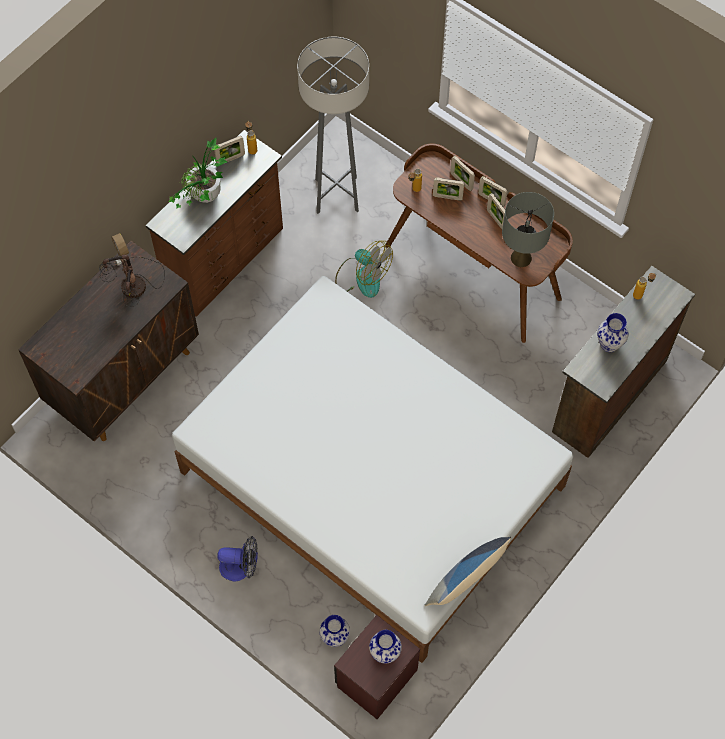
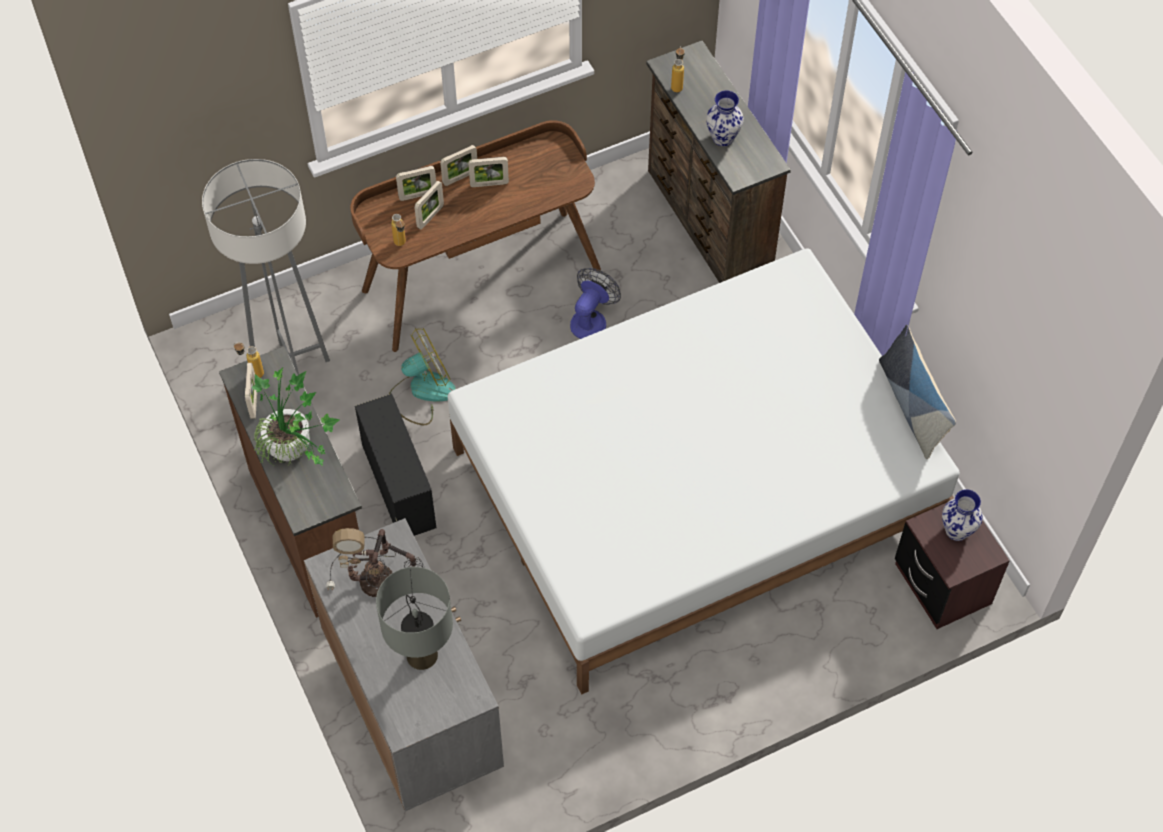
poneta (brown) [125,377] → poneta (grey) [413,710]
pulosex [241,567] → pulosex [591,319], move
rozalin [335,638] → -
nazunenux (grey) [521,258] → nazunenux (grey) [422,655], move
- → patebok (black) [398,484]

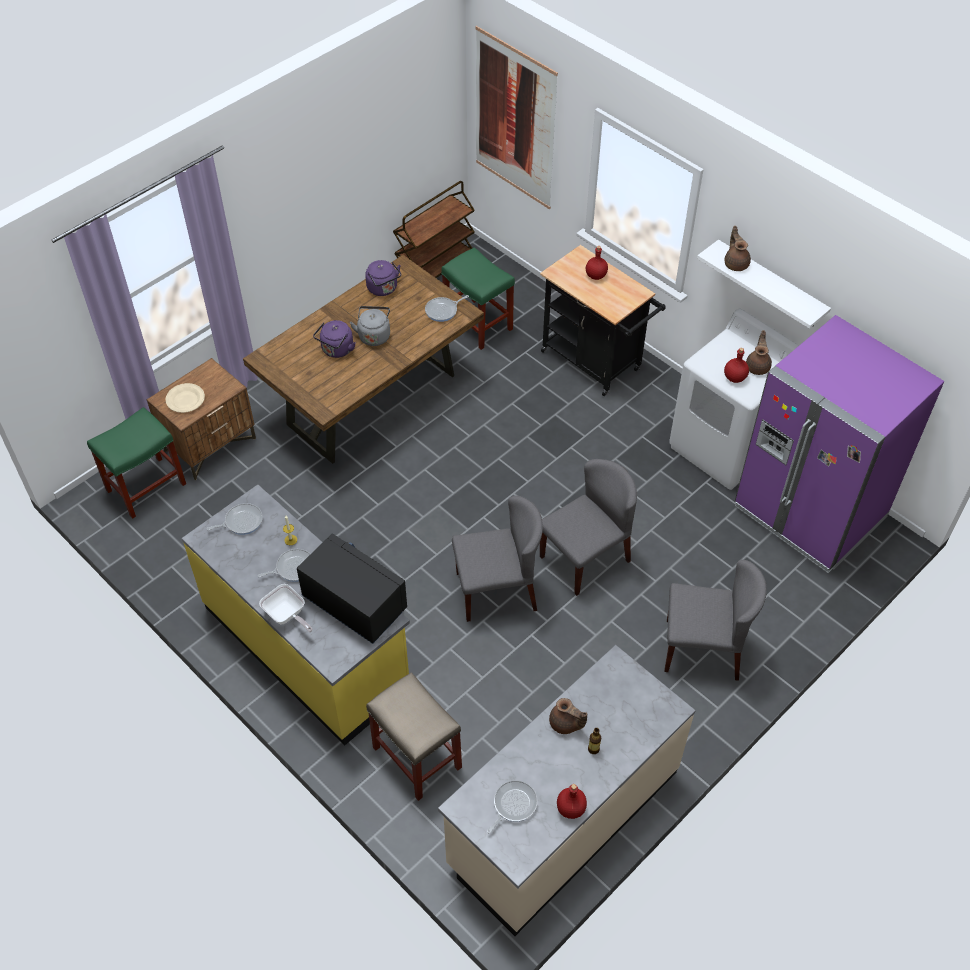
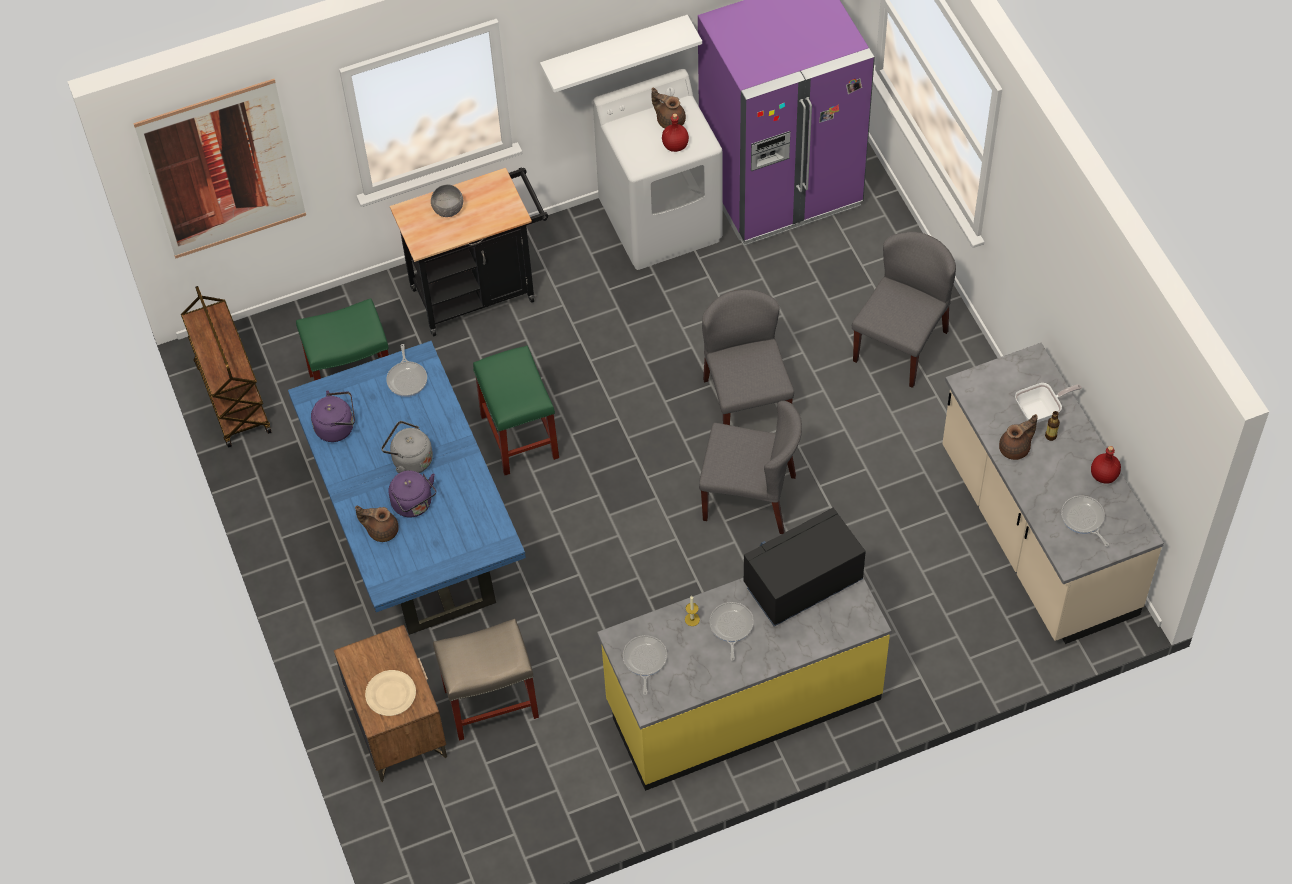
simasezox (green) [145,488] → simasezox (green) [520,437], move
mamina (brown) [372,399] → mamina (blue) [415,532]
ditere [287,616] → ditere [1041,411], move
simasezox (beige) [416,756] → simasezox (beige) [489,703], move
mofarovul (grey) [497,590] → mofarovul (grey) [750,498], 90 degrees clockwise
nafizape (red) [596,276] → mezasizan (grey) [449,210]
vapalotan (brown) [736,263] → vapalotan (brown) [381,530], move

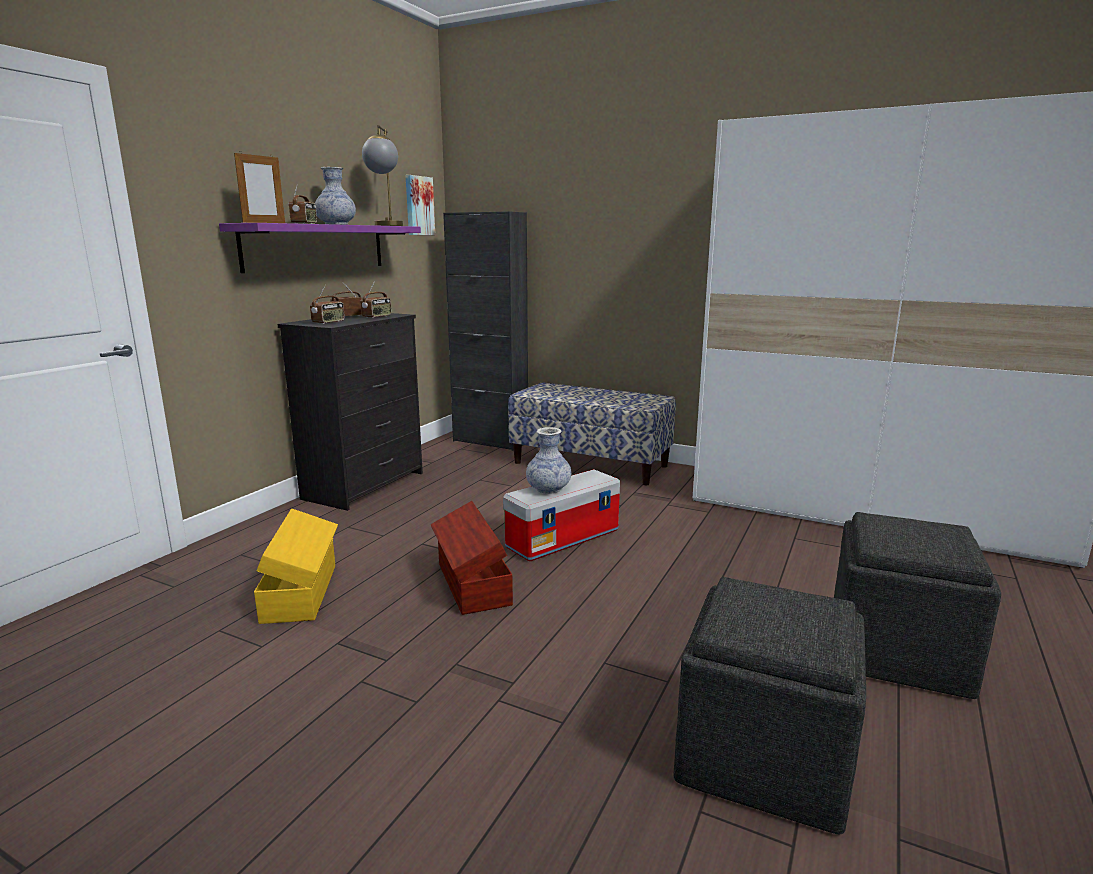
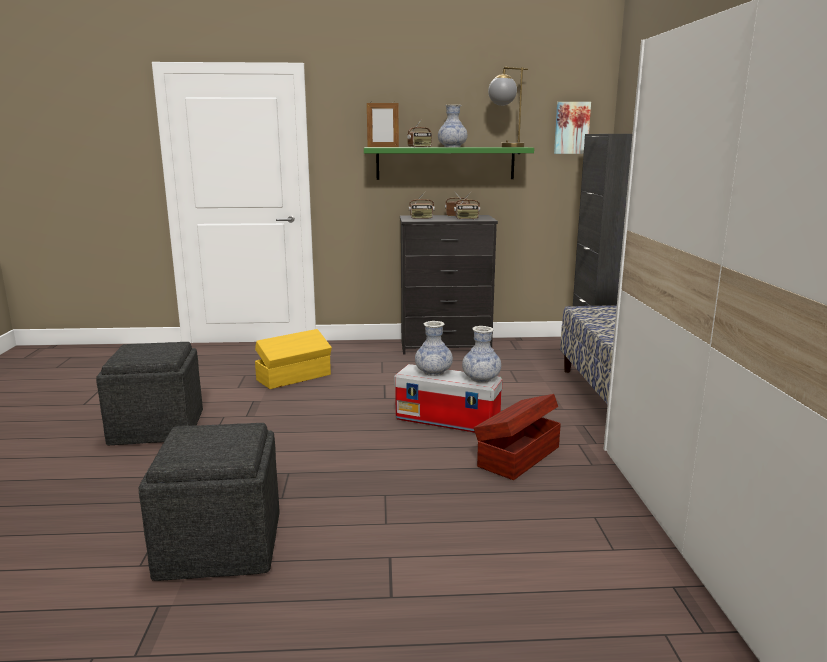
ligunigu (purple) [316,247] → ligunigu (green) [445,163]
patebok (brown) [472,584] → patebok (brown) [517,456], move
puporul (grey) [895,650] → puporul (grey) [158,427], move
- → rozalin [481,379]

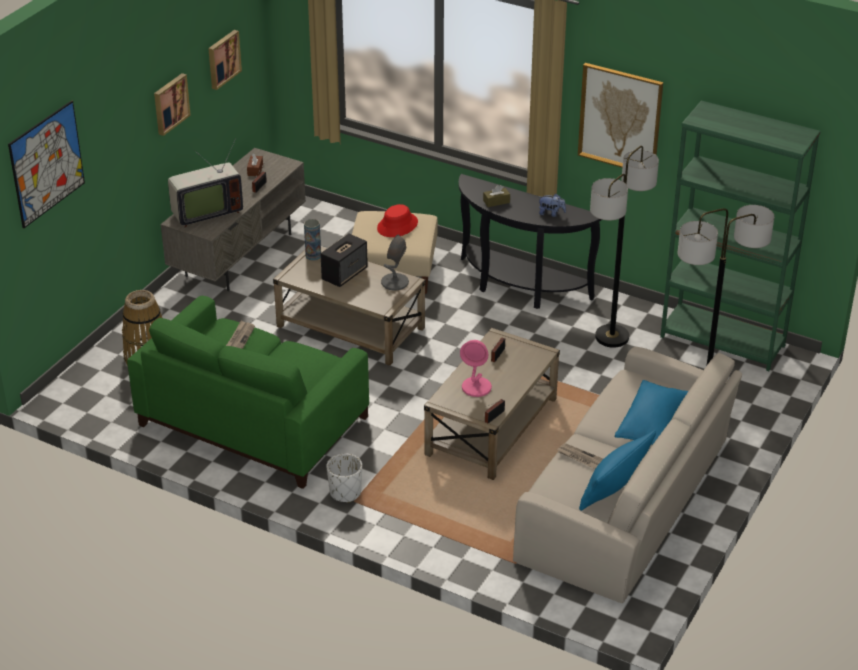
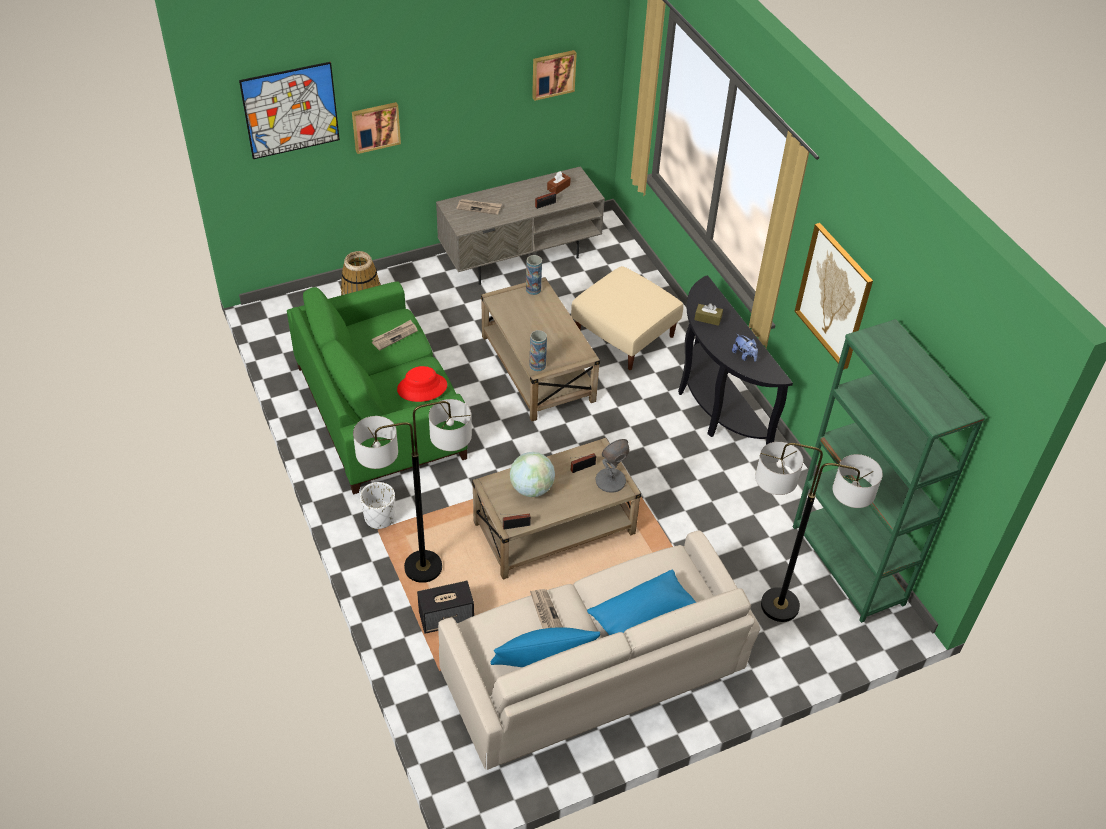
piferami [170,103] → piferami [375,126], move
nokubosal [205,212] → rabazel [479,207]
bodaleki [345,274] → bodaleki [447,618], move
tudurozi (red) [397,225] → tudurozi (red) [422,388], move
nazunenux (grey) [395,282] → nazunenux (grey) [610,481], move
nazunenux (pink) [476,387] → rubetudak [532,488]
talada [611,337] → talada [423,567], move
- → rozalin [537,365]

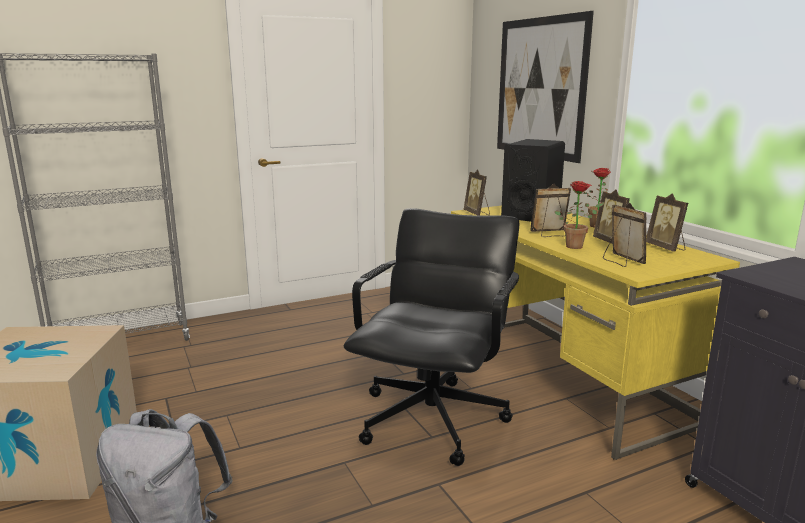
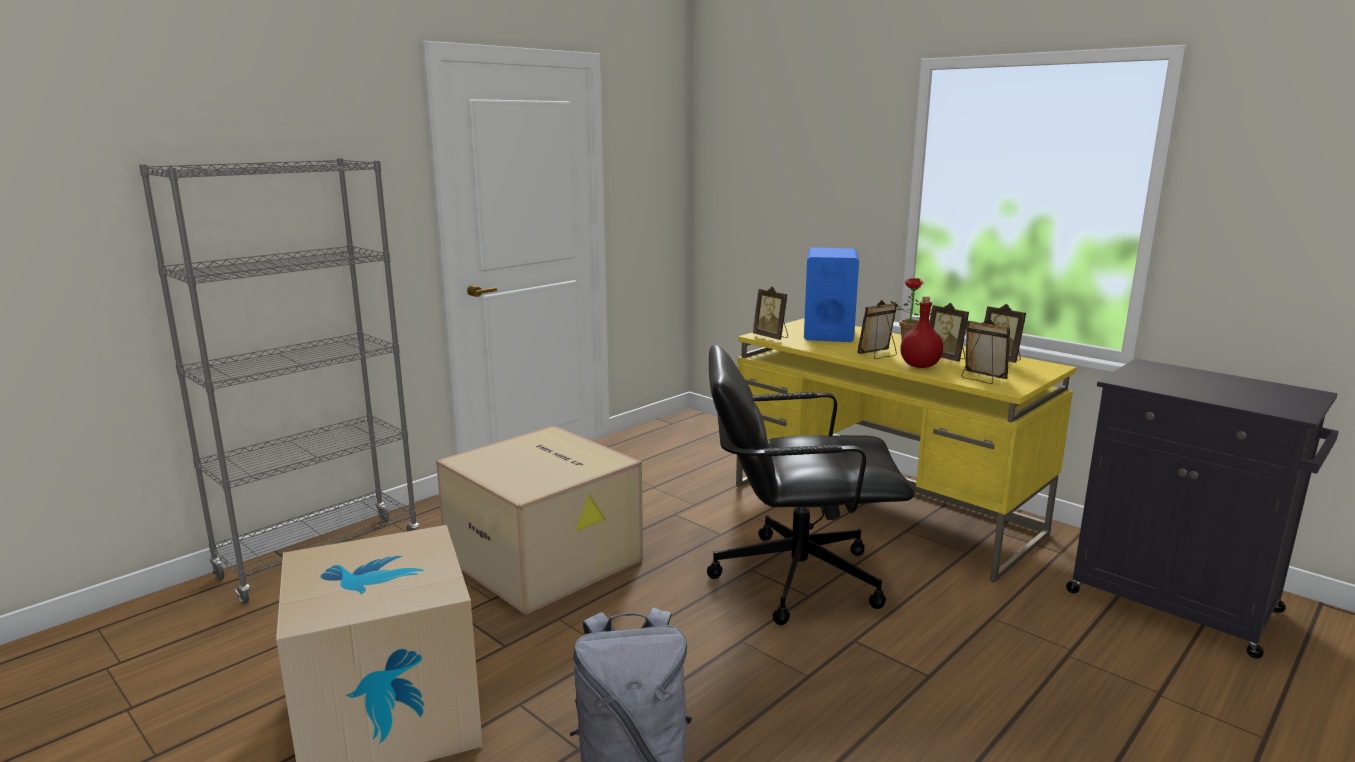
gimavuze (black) [433,419] → gimavuze (black) [795,577], 90 degrees counterclockwise
piferami [540,88] → -
bodaleki (black) [531,214] → bodaleki (blue) [828,333]
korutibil [577,246] → nafizape (red) [920,366]
- → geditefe [547,559]

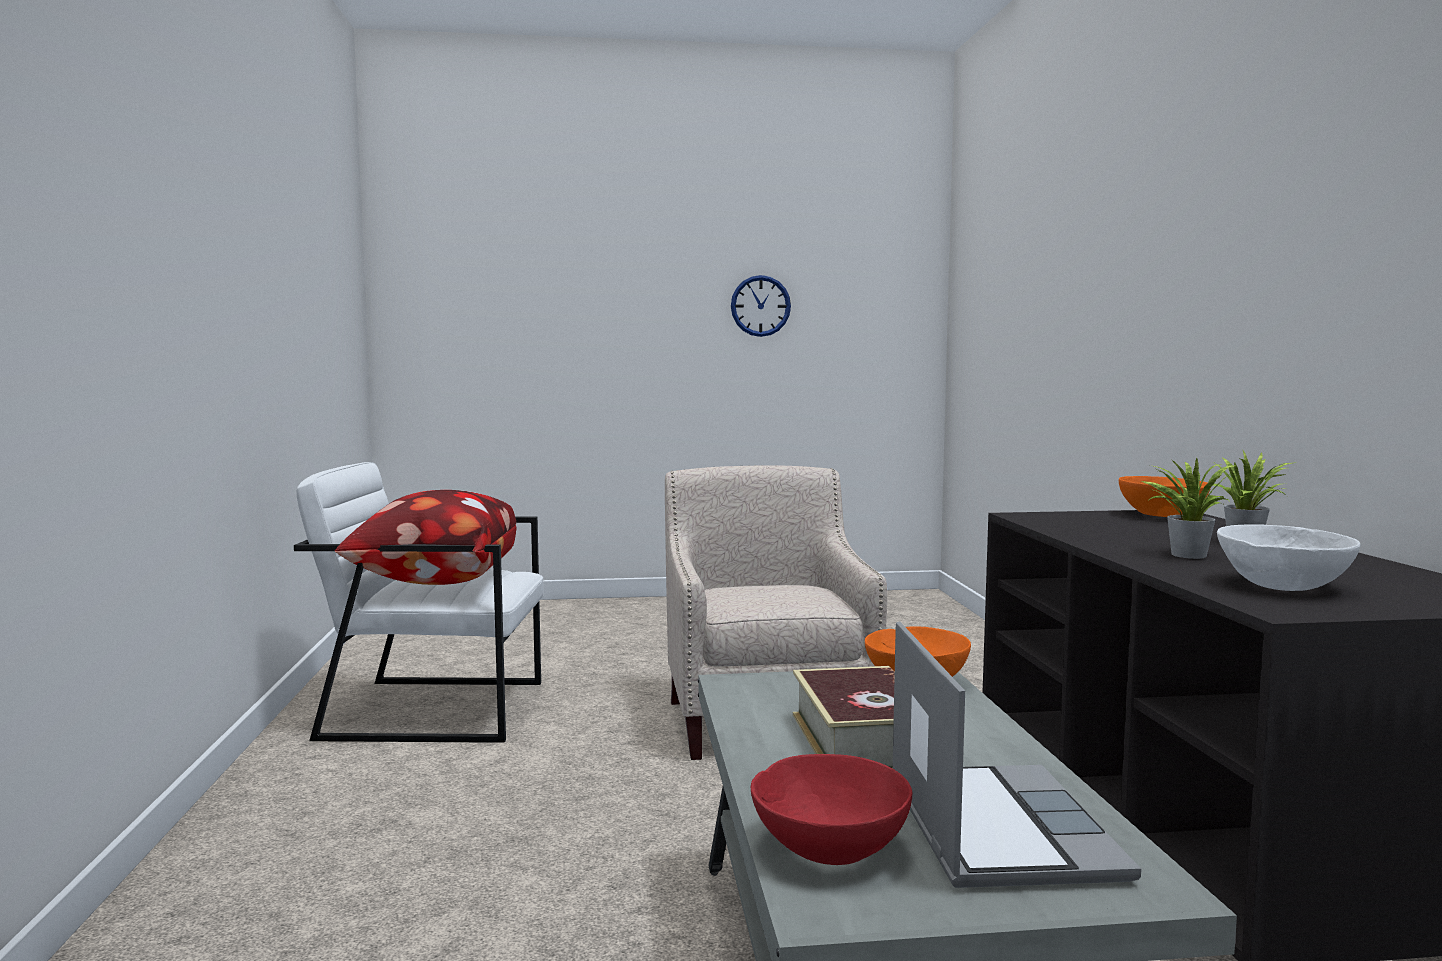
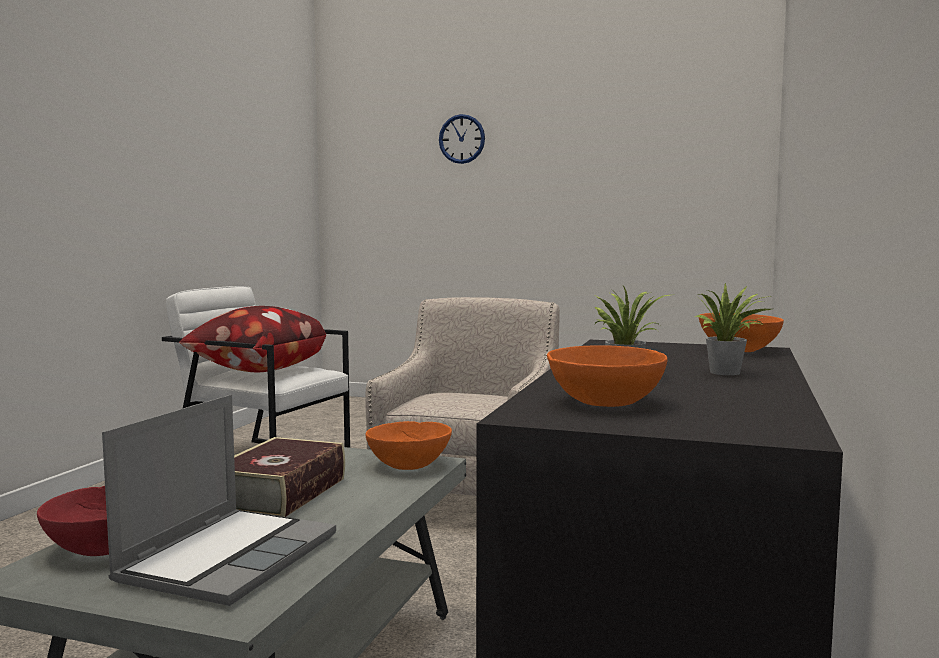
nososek [760,306] → nososek [462,139], move
mezasizan (white) [1283,586] → mezasizan (orange) [606,402]

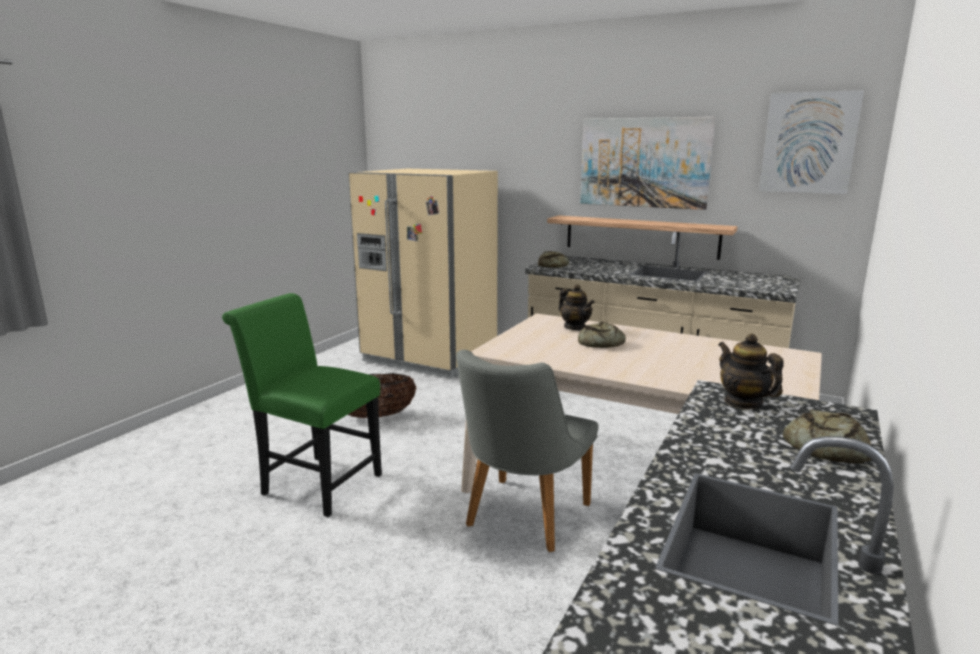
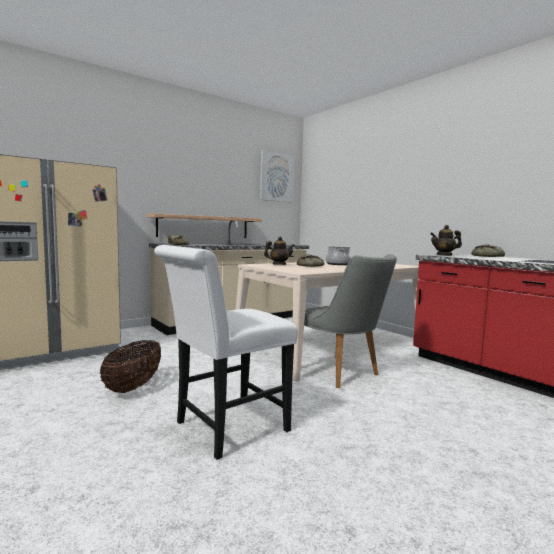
mofarovul (green) [315,482] → mofarovul (white) [225,429]
piferami [644,162] → -
- → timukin [338,264]

